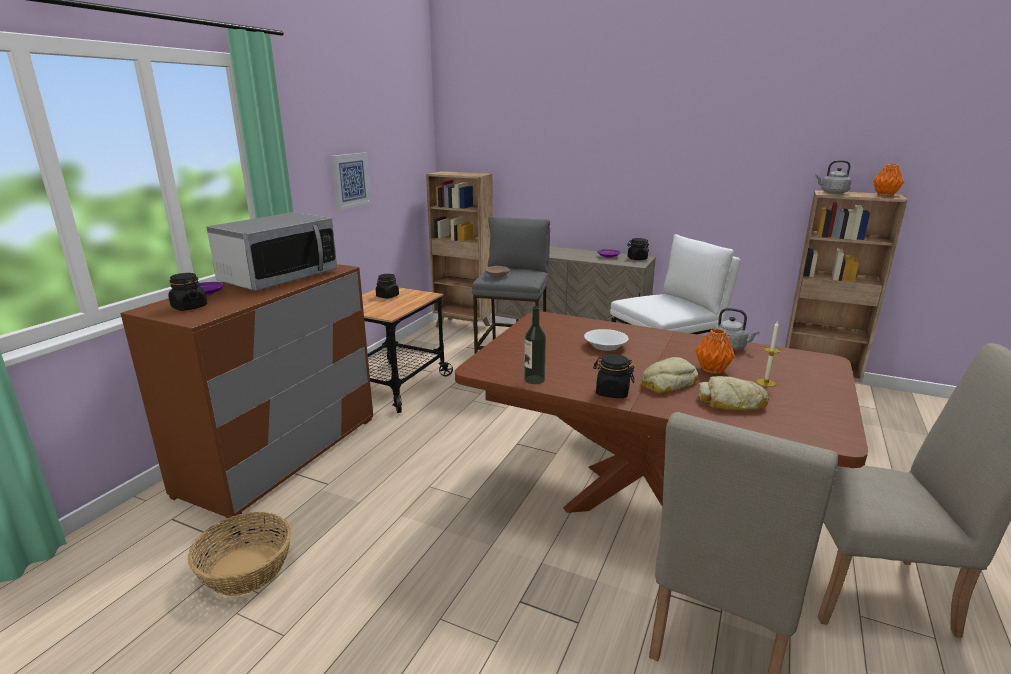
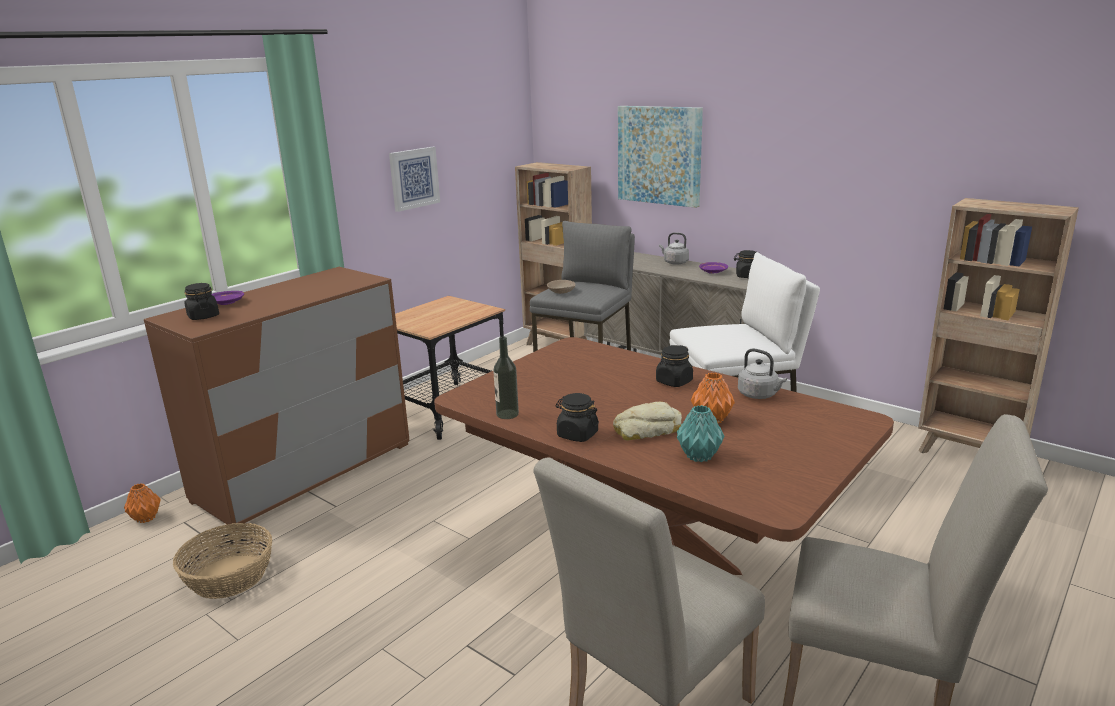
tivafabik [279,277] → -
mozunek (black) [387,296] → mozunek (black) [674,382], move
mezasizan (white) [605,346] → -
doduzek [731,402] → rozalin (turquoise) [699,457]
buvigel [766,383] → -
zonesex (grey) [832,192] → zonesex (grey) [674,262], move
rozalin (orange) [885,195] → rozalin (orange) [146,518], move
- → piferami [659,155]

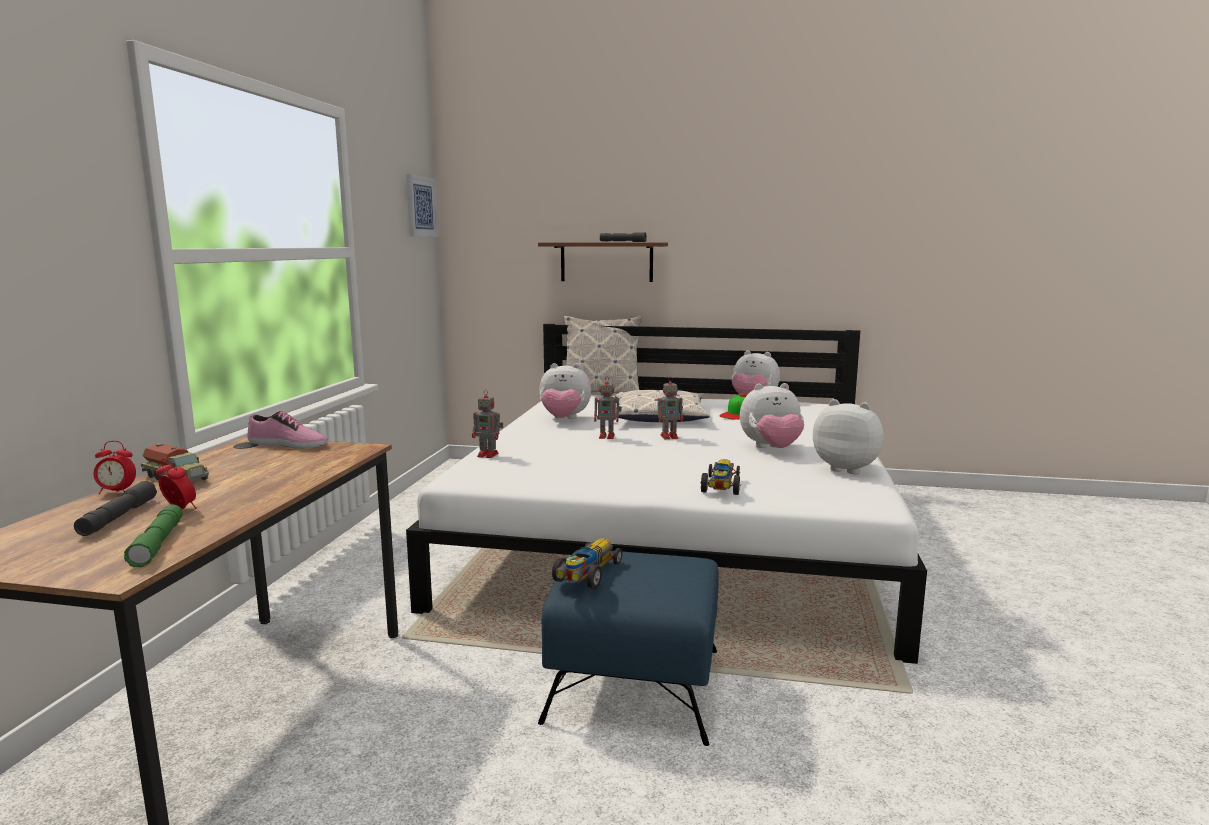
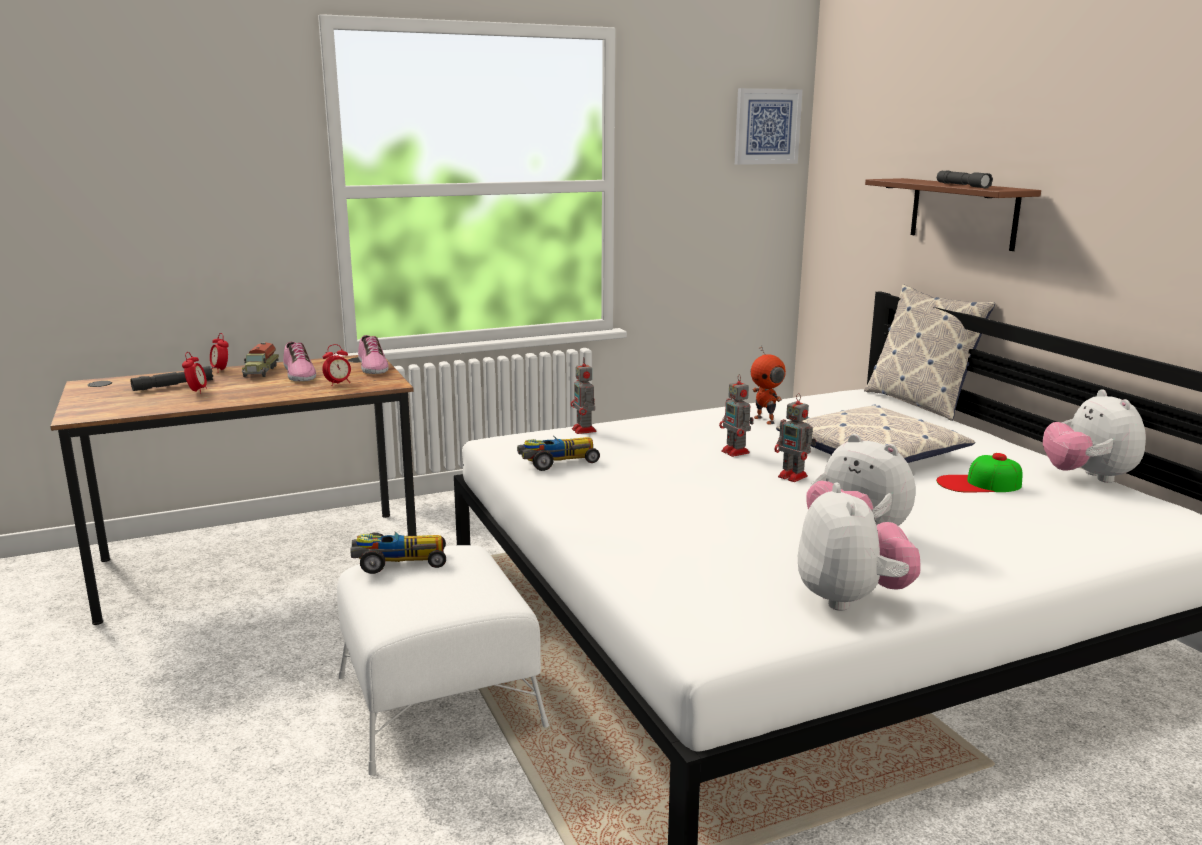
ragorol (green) [158,543] → -
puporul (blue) [636,686] → puporul (white) [439,702]
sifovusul [564,419] → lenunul [765,420]
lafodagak [721,487] → lafodagak [556,462], move
- → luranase [298,373]
- → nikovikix [338,383]

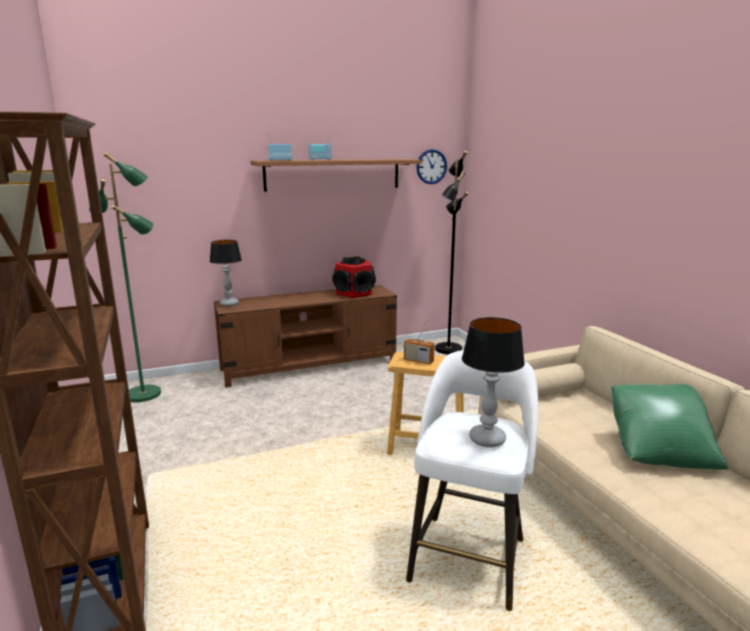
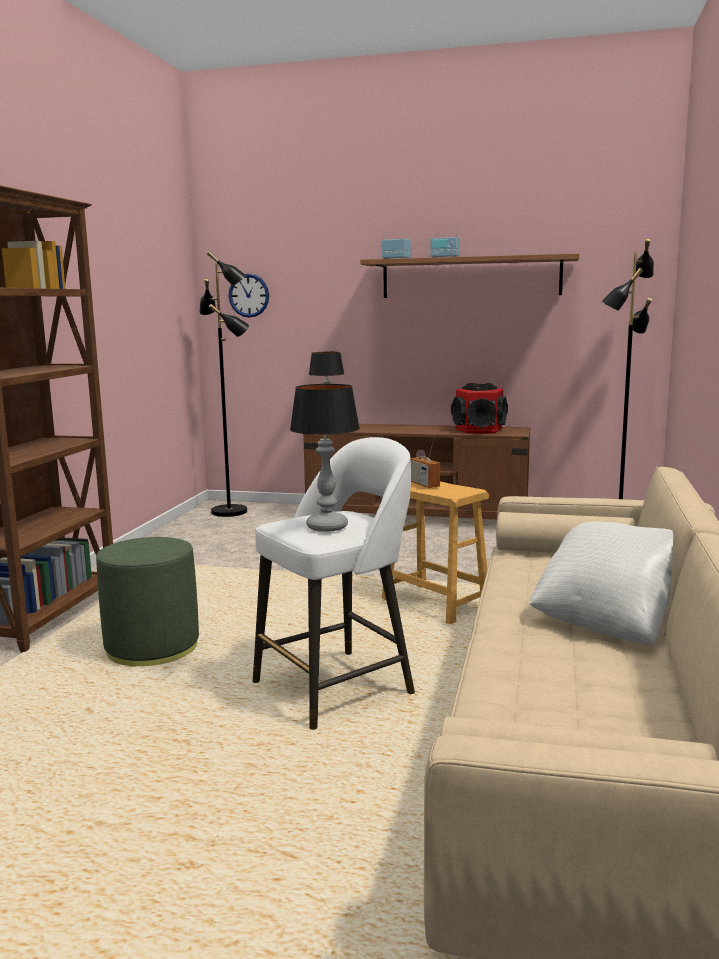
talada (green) [144,394] → talada (black) [230,511]
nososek [431,166] → nososek [249,295], move
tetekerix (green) [659,452] → tetekerix (white) [610,621]
- → puporul (green) [152,648]

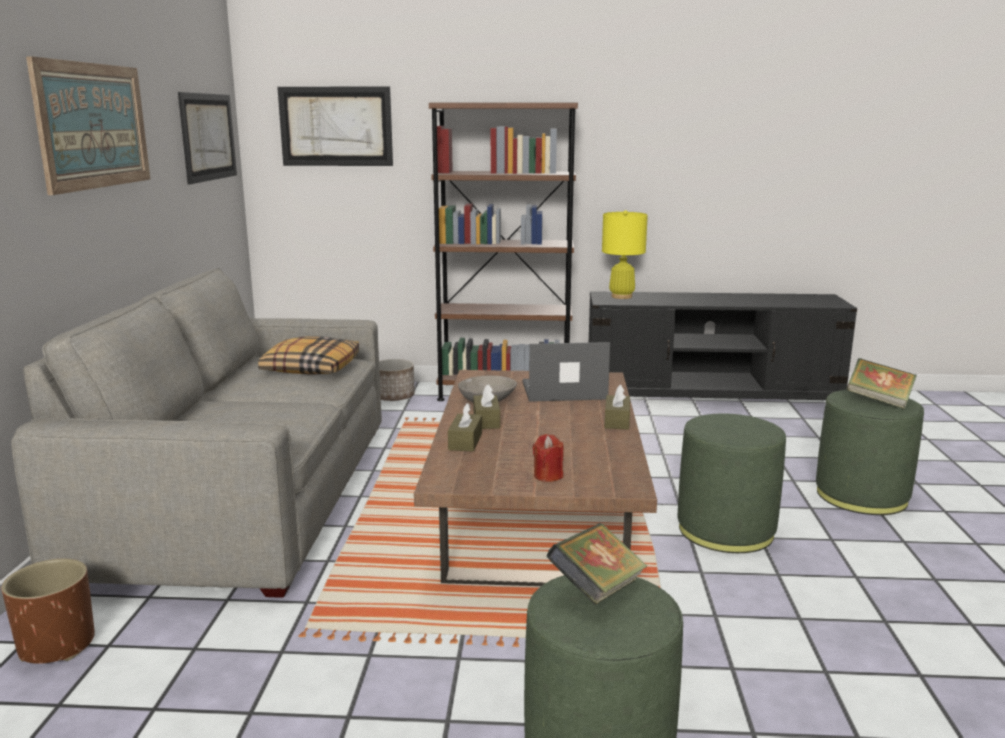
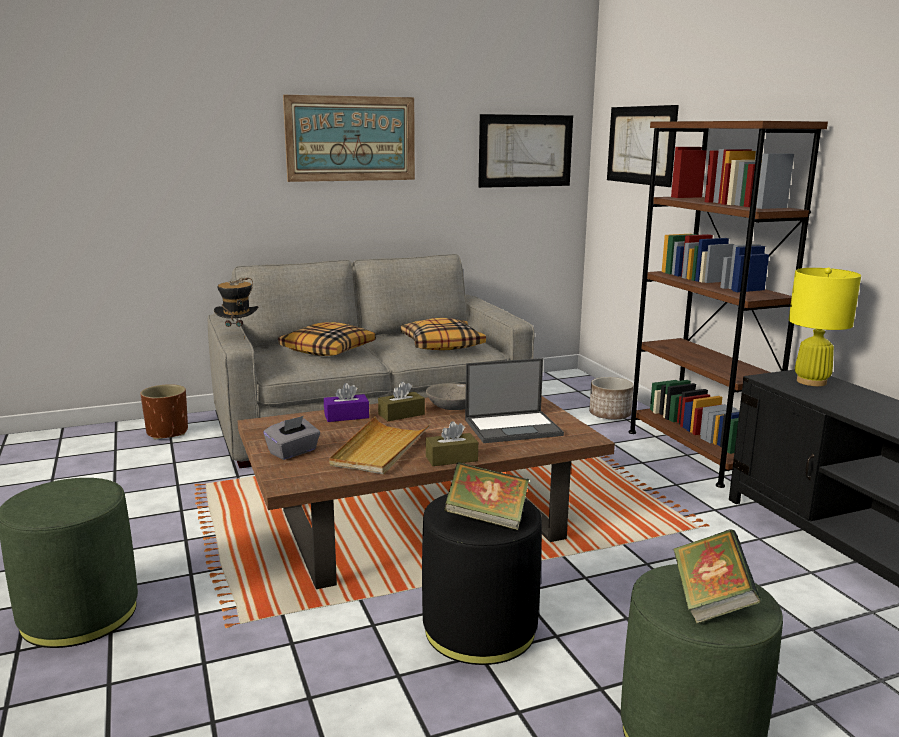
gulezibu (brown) [465,442] → gulezibu (purple) [346,416]
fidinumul [562,391] → fidinumul [514,427], 105 degrees clockwise
buvigel (red) [548,476] → gulezibu (grey) [293,452]
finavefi [597,590] → finavefi [486,518], move
puporul (green) [726,530] → puporul (black) [480,629]
- → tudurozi [238,335]
- → tetekerix [328,350]
- → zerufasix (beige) [380,449]

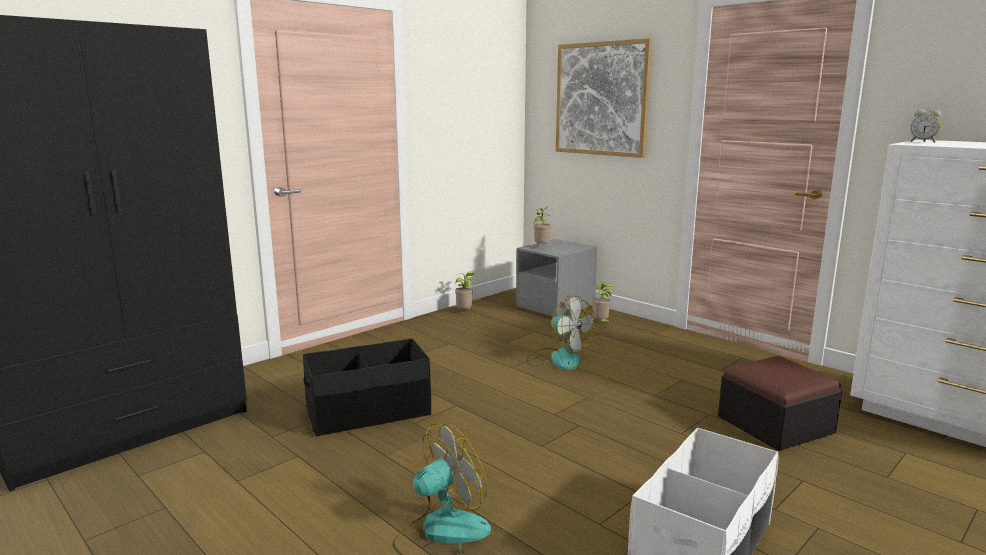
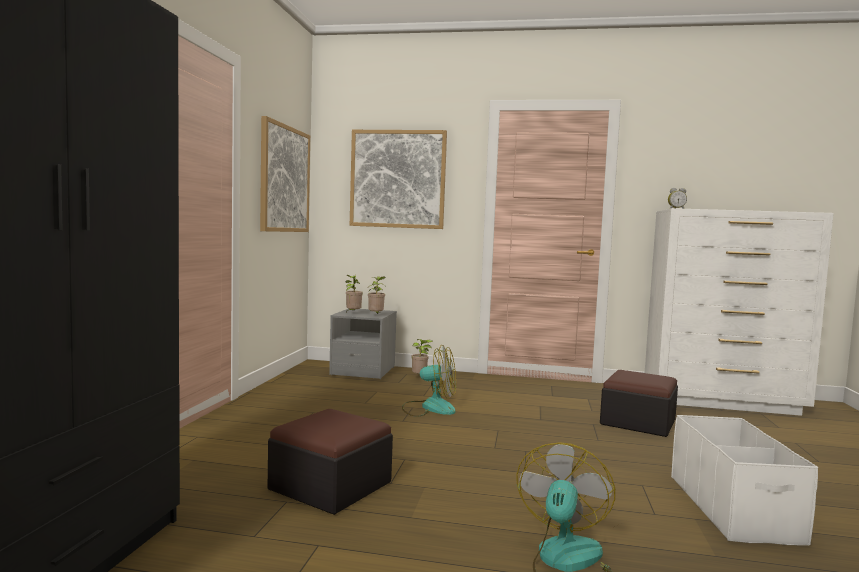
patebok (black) [369,413] → puporul [330,486]
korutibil [465,311] → korutibil [376,316], move
- → piferami [284,179]

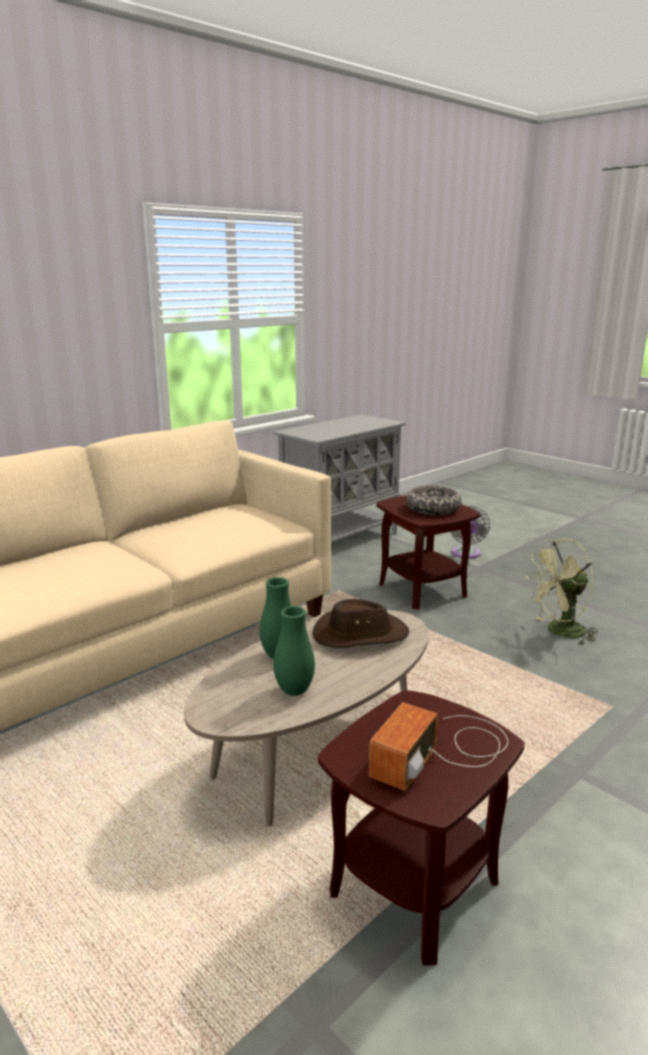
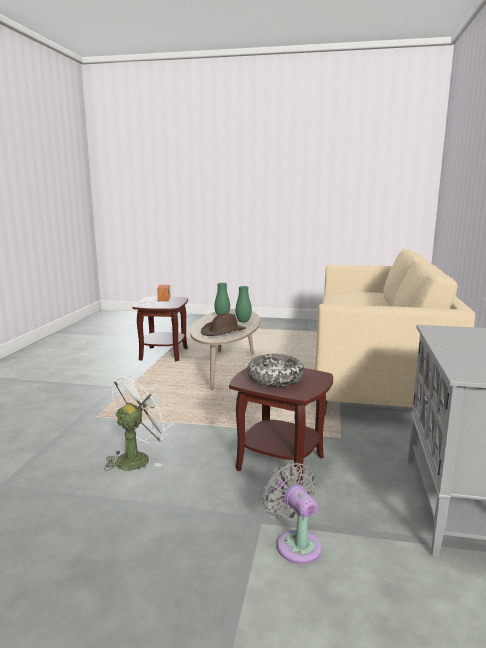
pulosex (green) [559,632] → pulosex (white) [137,458]

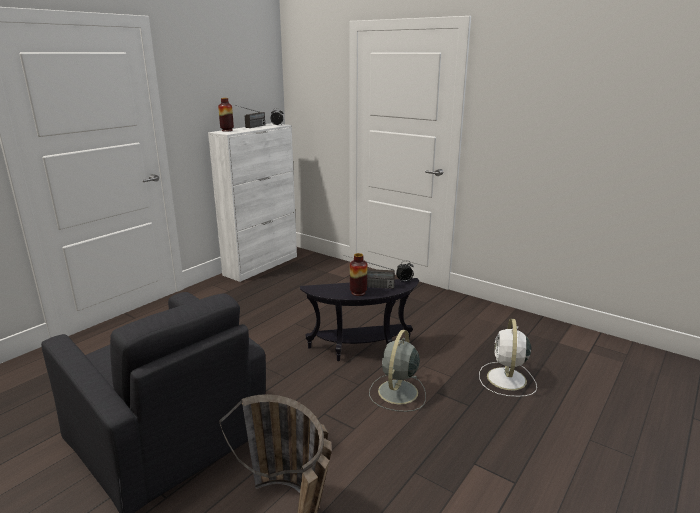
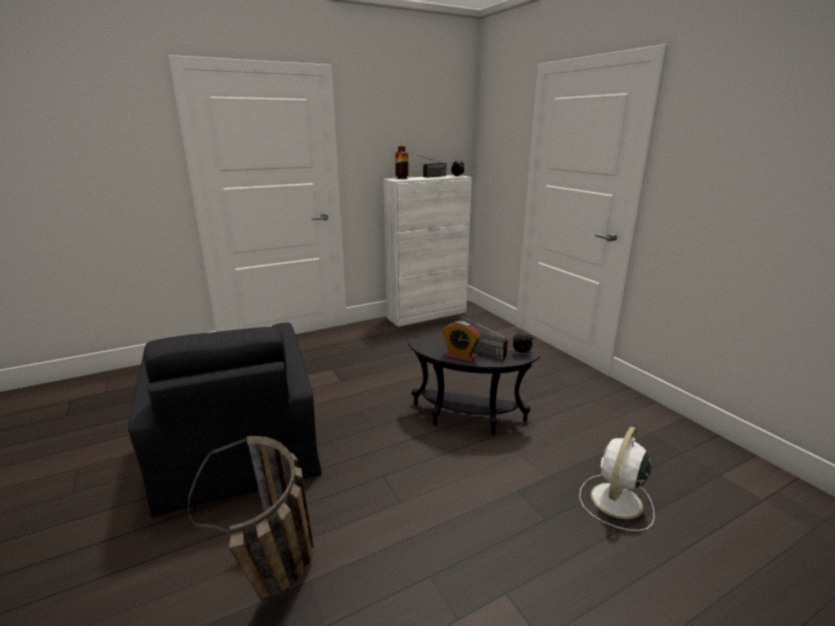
rozalin [358,293] → nikovikix [460,356]
pulosex (grey) [397,393] → -

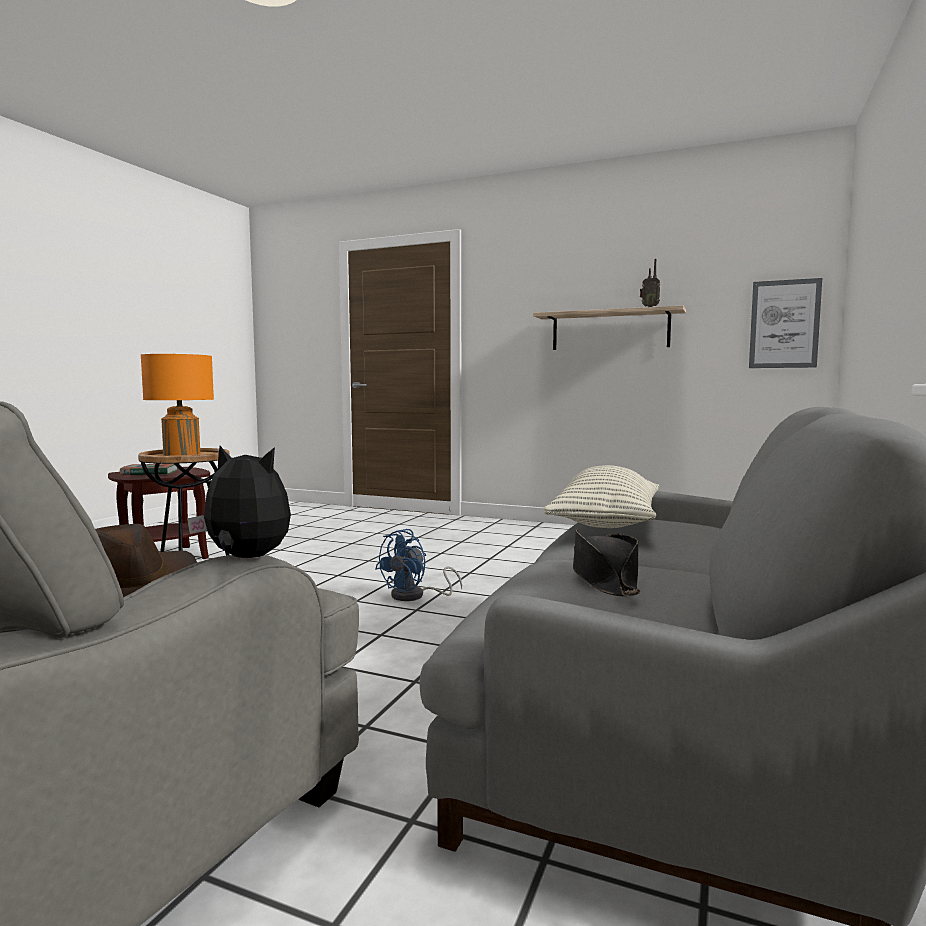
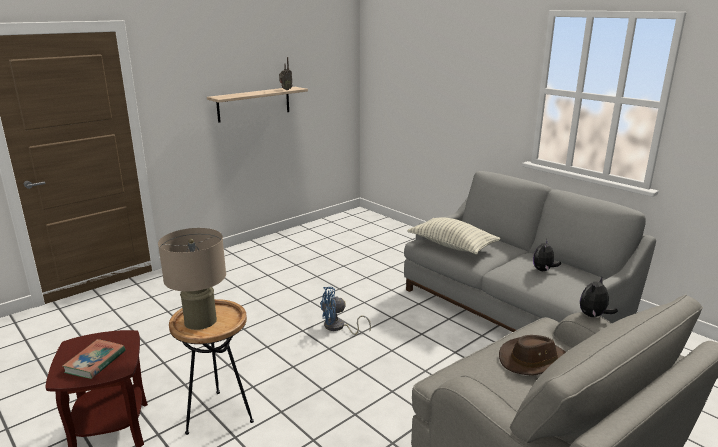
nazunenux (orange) [182,454] → nazunenux (beige) [200,321]
pulosex (blue) [415,596] → pulosex (blue) [338,327], 105 degrees clockwise
tudurozi (black) [604,578] → sifovusul [543,270]
piferami [784,324] → -

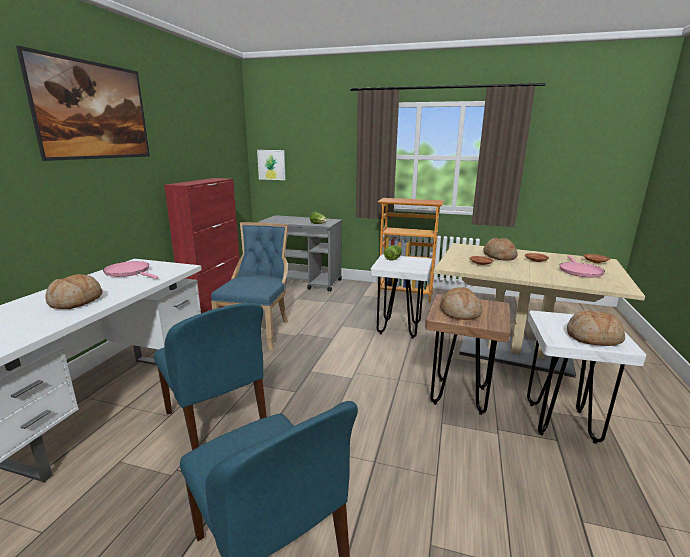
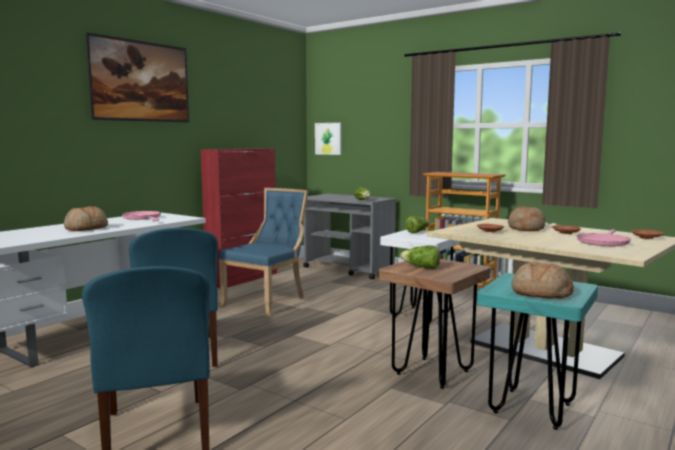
doduzek [459,312] → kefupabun [421,267]
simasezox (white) [560,422] → simasezox (turquoise) [531,408]

